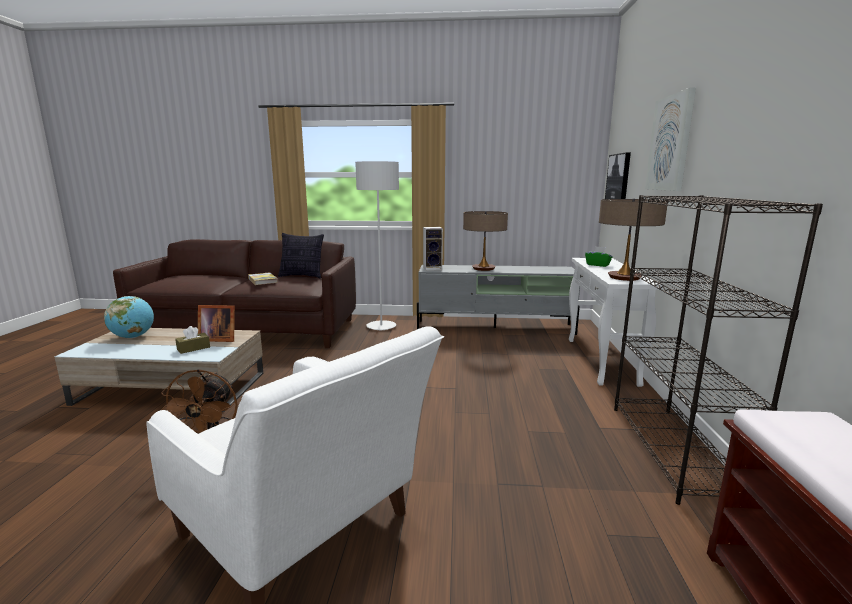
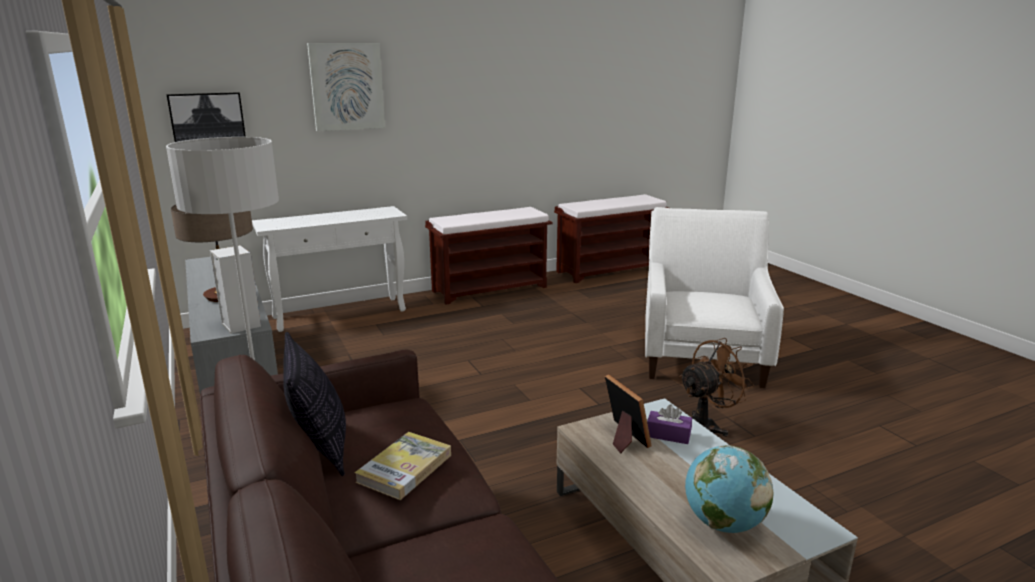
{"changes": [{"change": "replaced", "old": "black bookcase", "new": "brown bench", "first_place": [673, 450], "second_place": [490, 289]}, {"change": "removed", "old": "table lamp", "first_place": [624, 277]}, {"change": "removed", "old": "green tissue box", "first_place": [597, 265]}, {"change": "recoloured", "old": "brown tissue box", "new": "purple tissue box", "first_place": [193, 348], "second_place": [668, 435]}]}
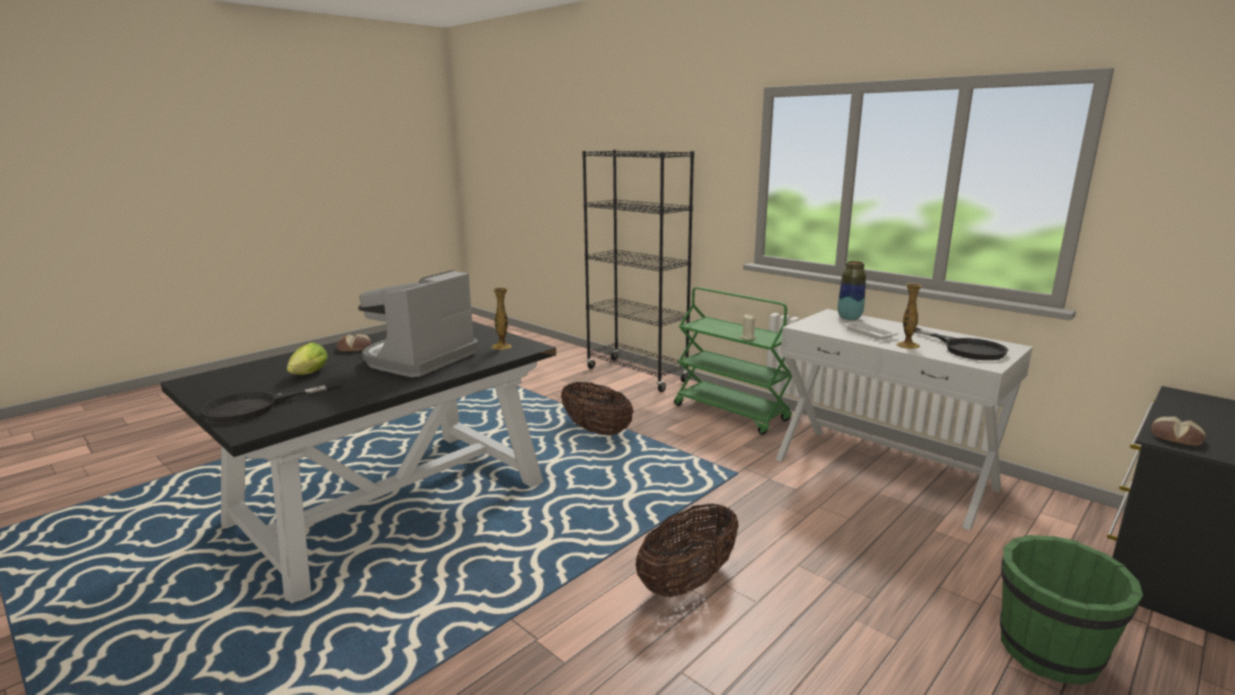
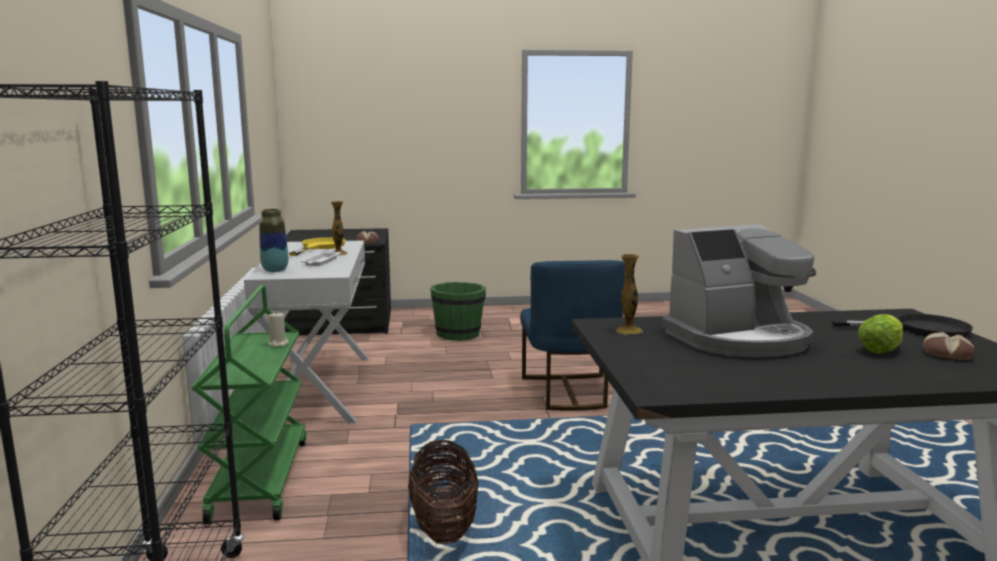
{"changes": [{"change": "recoloured", "old": "black frying pan", "new": "yellow frying pan", "first_place": [965, 348], "second_place": [319, 247]}, {"change": "moved", "old": "bread", "first_place": [355, 347], "second_place": [947, 354]}, {"change": "replaced", "old": "basket", "new": "blue chair", "first_place": [688, 581], "second_place": [568, 392]}]}
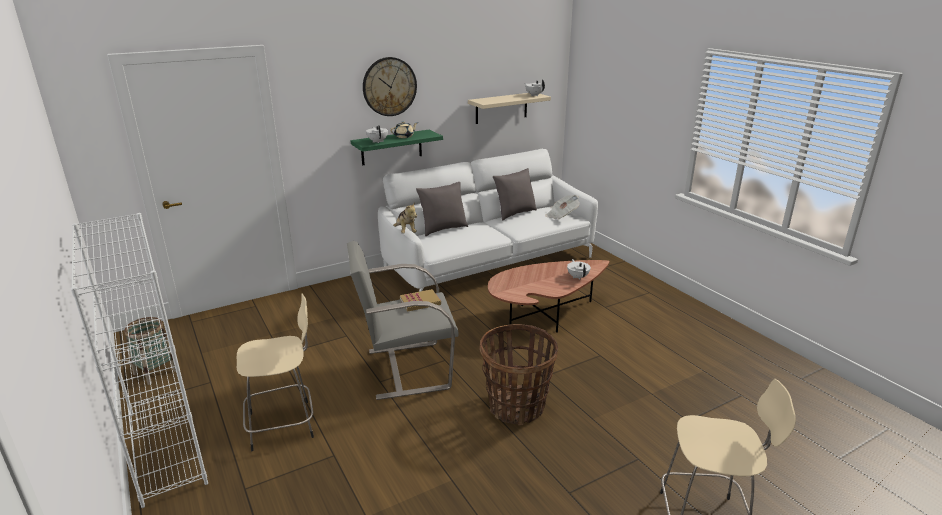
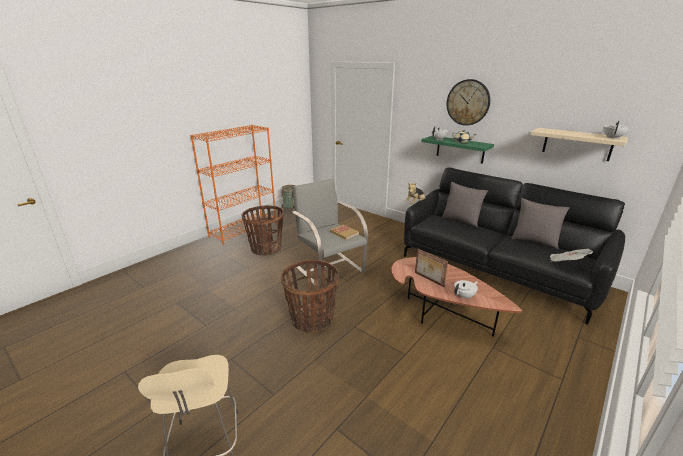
{"changes": [{"change": "recoloured", "old": "white sofa", "new": "black sofa", "first_place": [490, 263], "second_place": [496, 270]}, {"change": "recoloured", "old": "white bookcase", "new": "orange bookcase", "first_place": [165, 446], "second_place": [244, 229]}, {"change": "replaced", "old": "beige stool", "new": "basket", "first_place": [284, 424], "second_place": [266, 249]}, {"change": "added", "new": "picture frame", "second_place": [428, 279]}]}
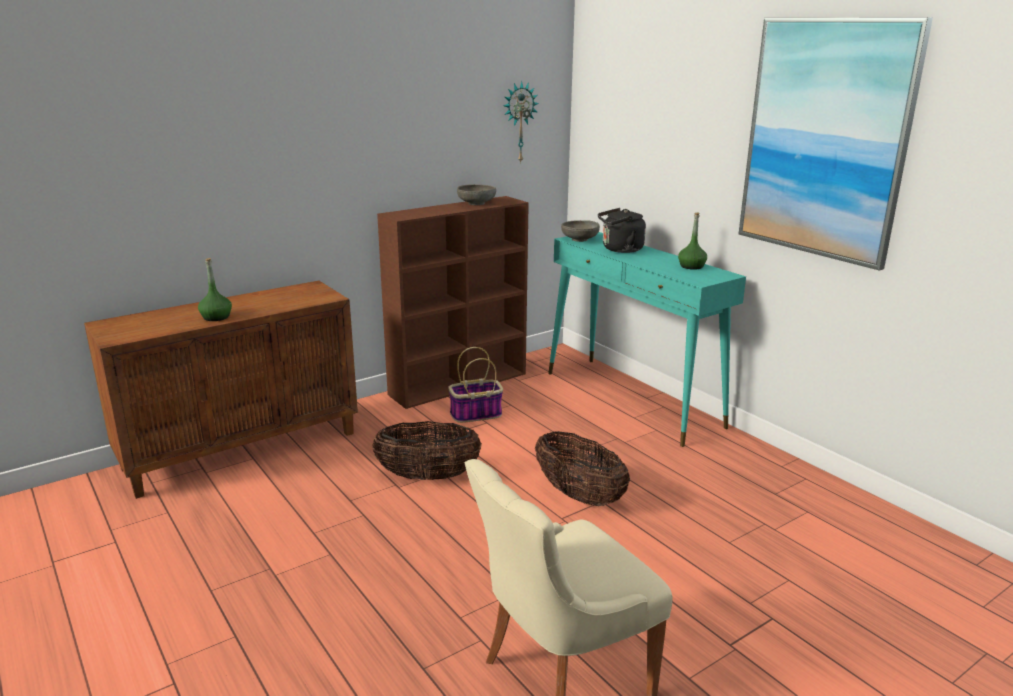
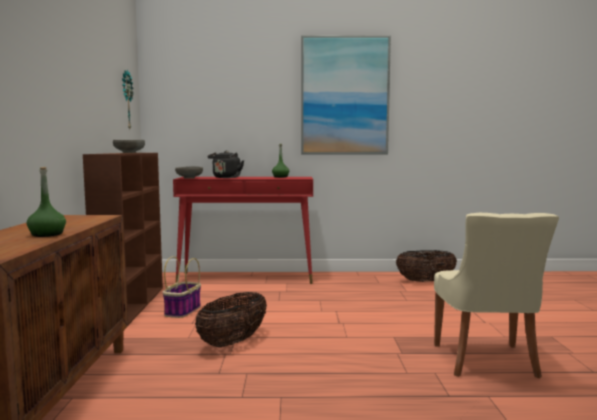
{"changes": [{"change": "recoloured", "old": "turquoise console table", "new": "red console table", "first_place": [632, 399], "second_place": [247, 278]}, {"change": "moved", "old": "basket", "first_place": [579, 495], "second_place": [425, 281]}]}
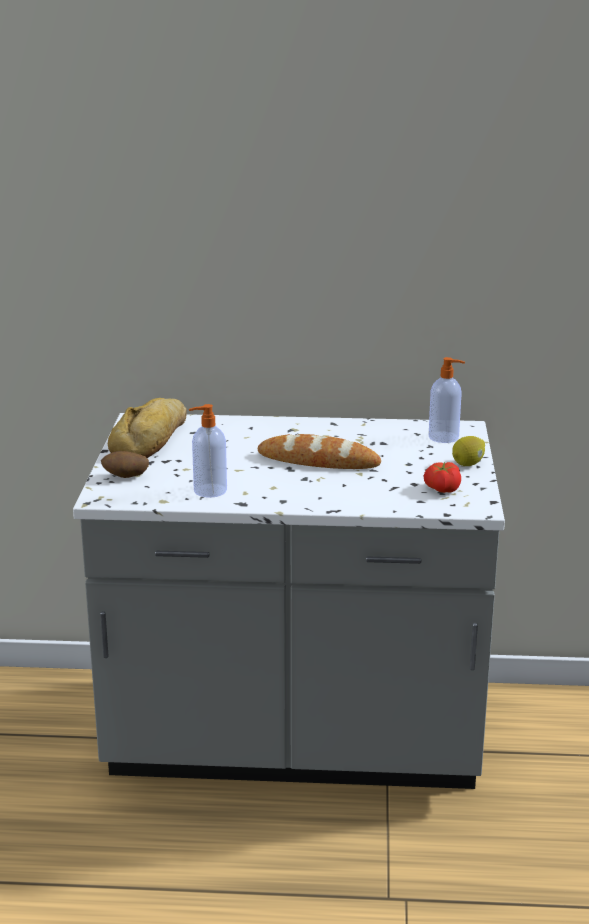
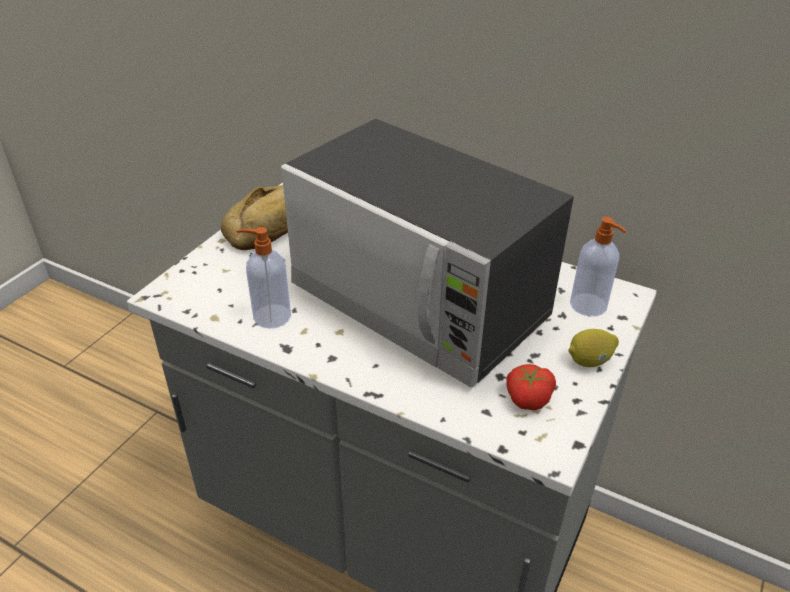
{"changes": [{"change": "replaced", "old": "bread", "new": "microwave", "first_place": [318, 460], "second_place": [420, 302]}, {"change": "removed", "old": "potato", "first_place": [125, 477]}]}
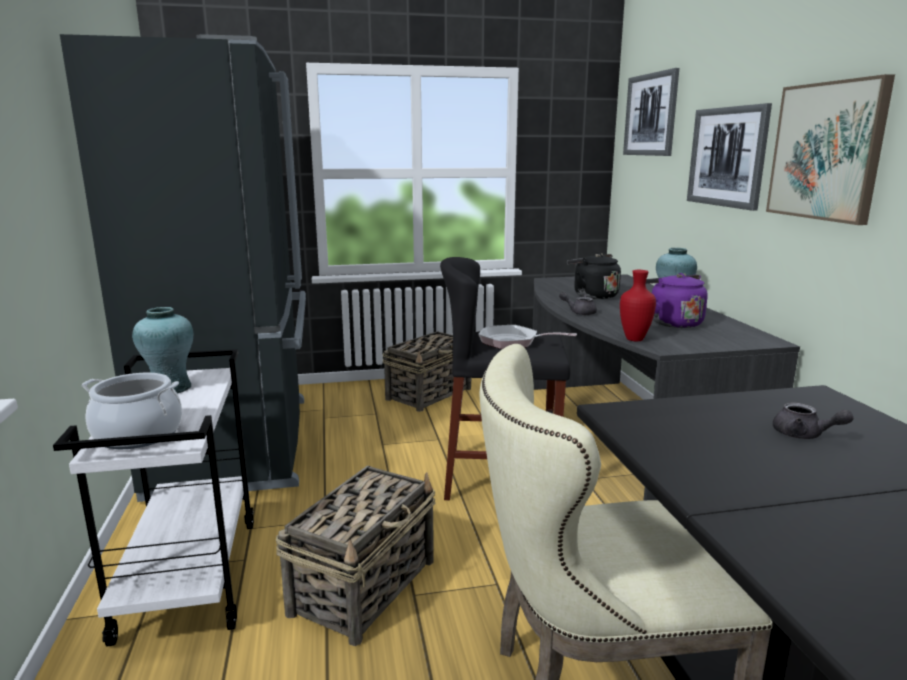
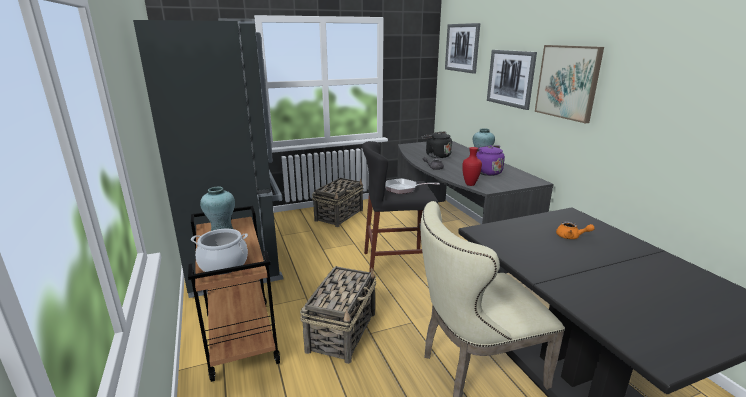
{"changes": [{"change": "recoloured", "old": "white cart", "new": "brown cart", "first_place": [189, 577], "second_place": [240, 338]}, {"change": "recoloured", "old": "grey teapot", "new": "orange teapot", "first_place": [804, 435], "second_place": [571, 237]}]}
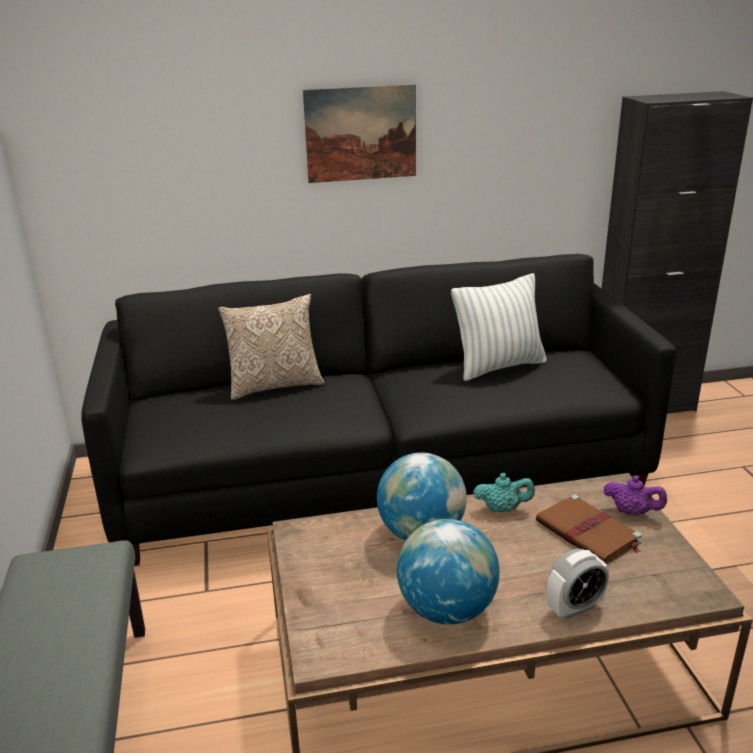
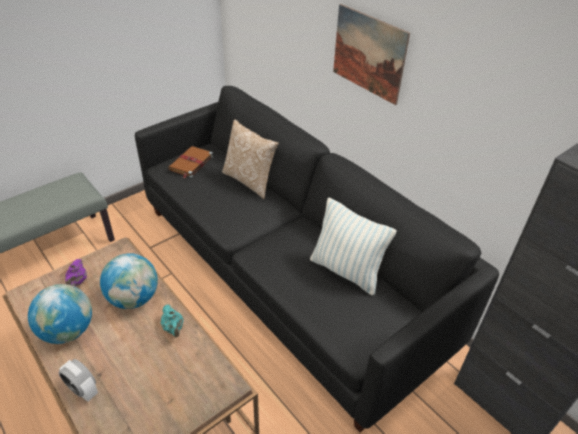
{"changes": [{"change": "moved", "old": "purple teapot", "first_place": [632, 512], "second_place": [78, 282]}, {"change": "moved", "old": "brown book", "first_place": [589, 533], "second_place": [190, 163]}]}
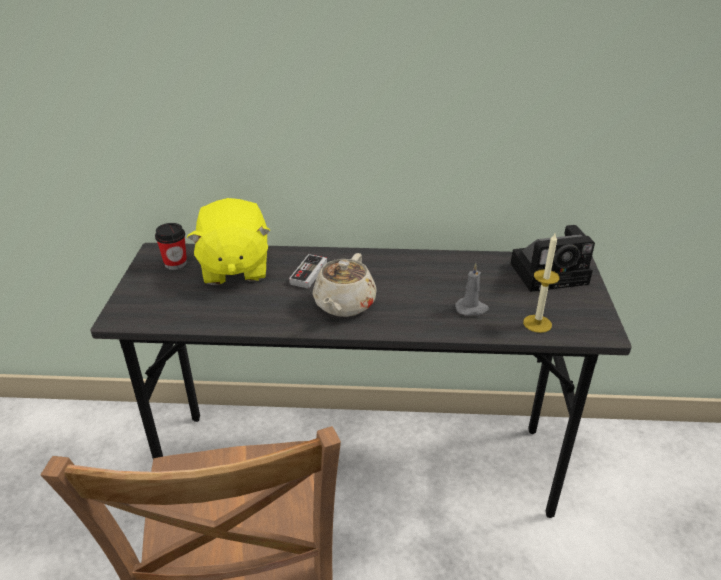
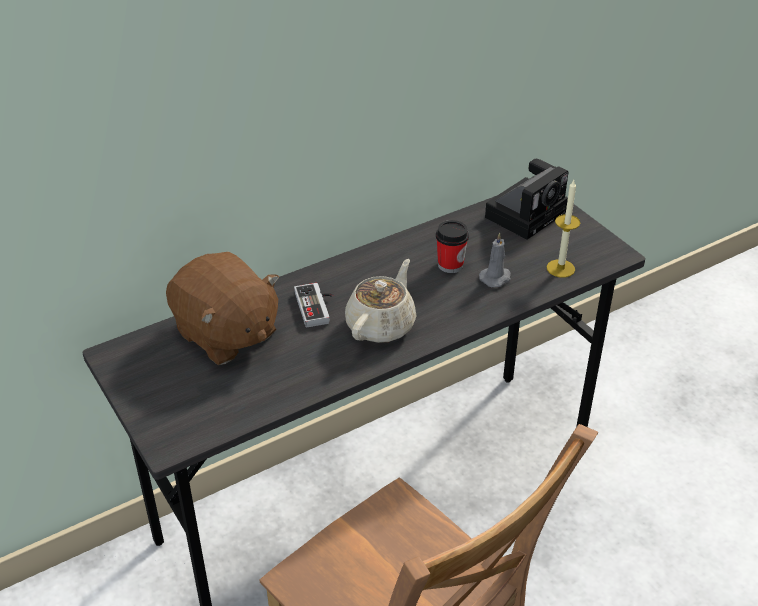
{"changes": [{"change": "recoloured", "old": "yellow plush toy", "new": "brown plush toy", "first_place": [234, 267], "second_place": [226, 335]}, {"change": "moved", "old": "cup", "first_place": [175, 263], "second_place": [450, 265]}, {"change": "turned", "old": "beige teapot", "first_place": [344, 305], "second_place": [381, 325], "degrees": -135}]}
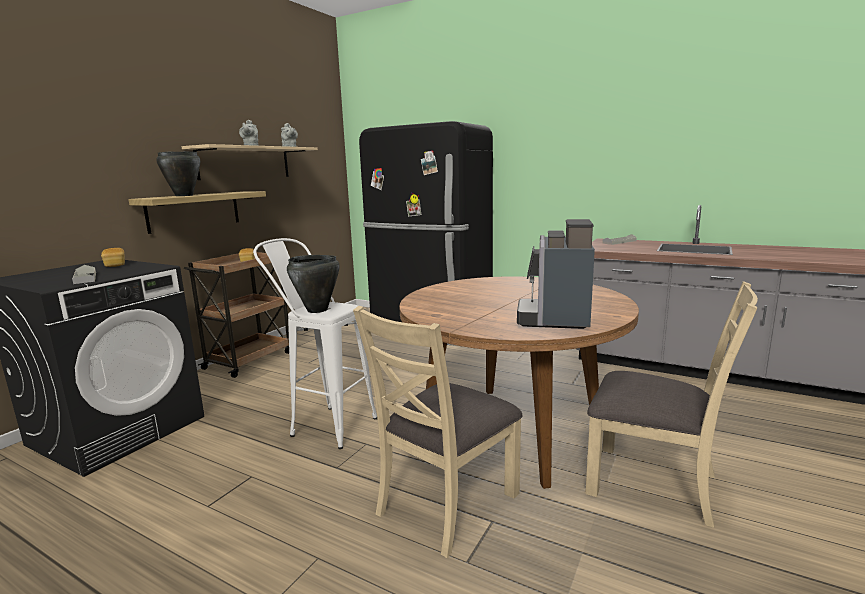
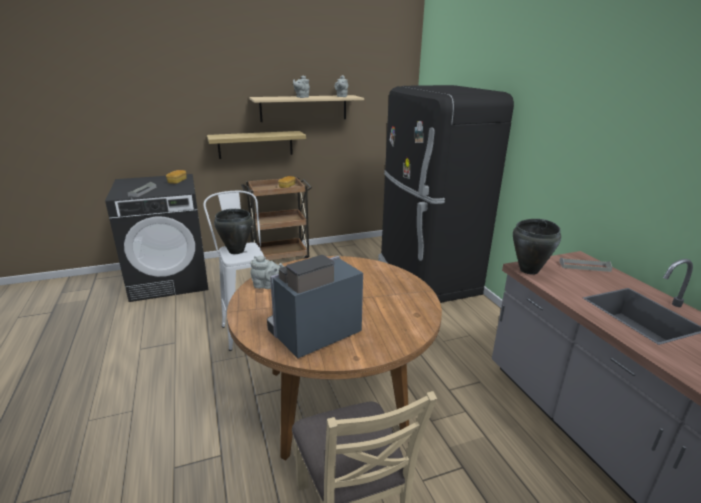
{"changes": [{"change": "moved", "old": "black cooking pot", "first_place": [184, 195], "second_place": [529, 270]}, {"change": "removed", "old": "beige chair", "first_place": [446, 503]}, {"change": "added", "new": "grey teapot", "second_place": [266, 285]}]}
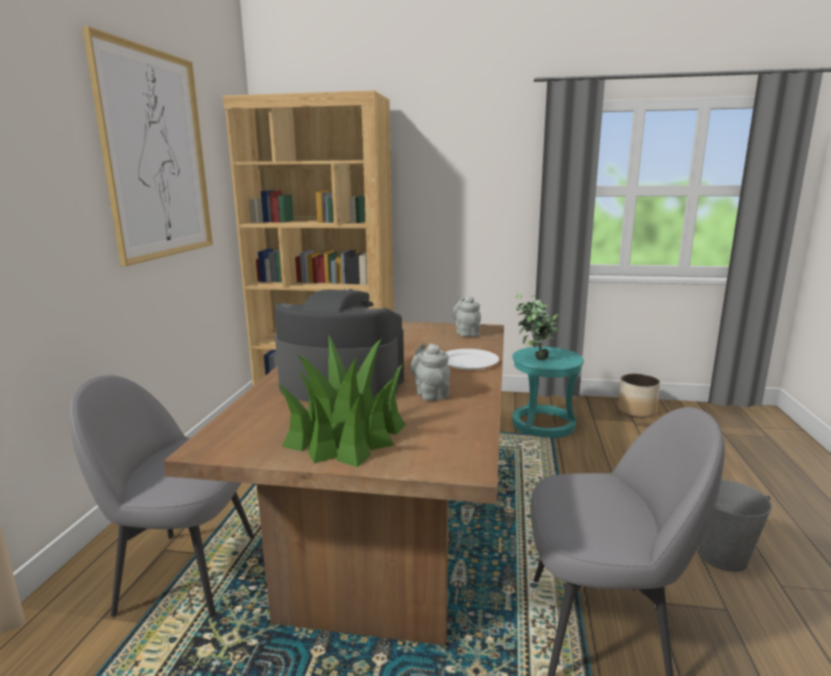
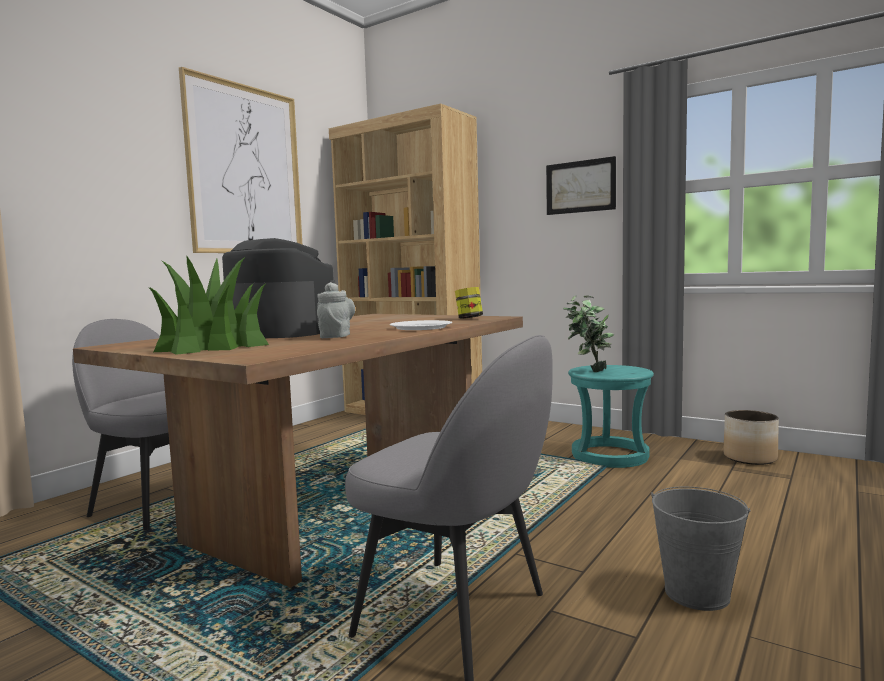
{"changes": [{"change": "replaced", "old": "grey teapot", "new": "jar", "first_place": [466, 333], "second_place": [469, 318]}, {"change": "added", "new": "picture", "second_place": [580, 186]}]}
